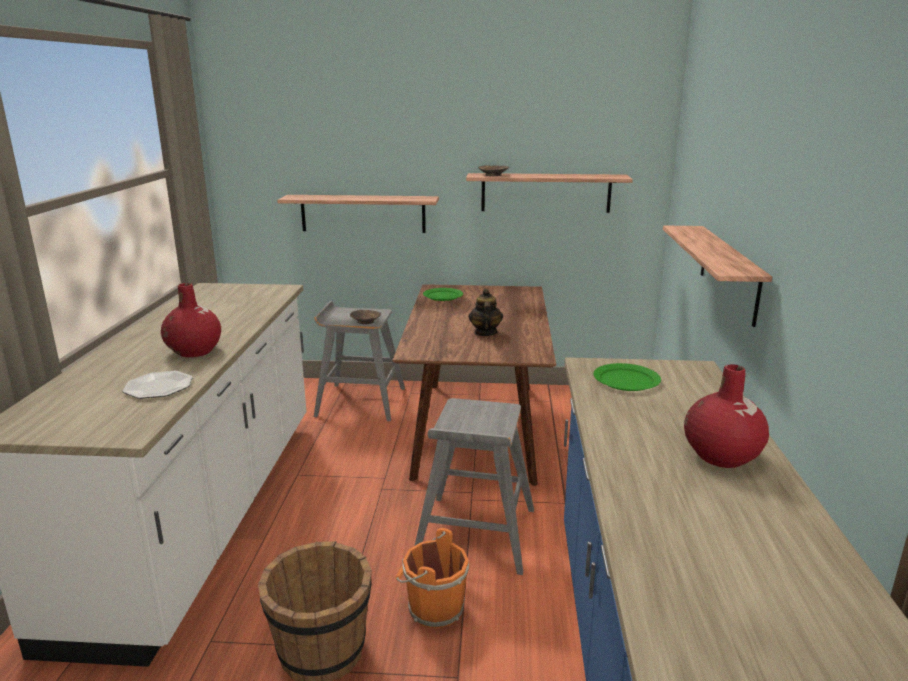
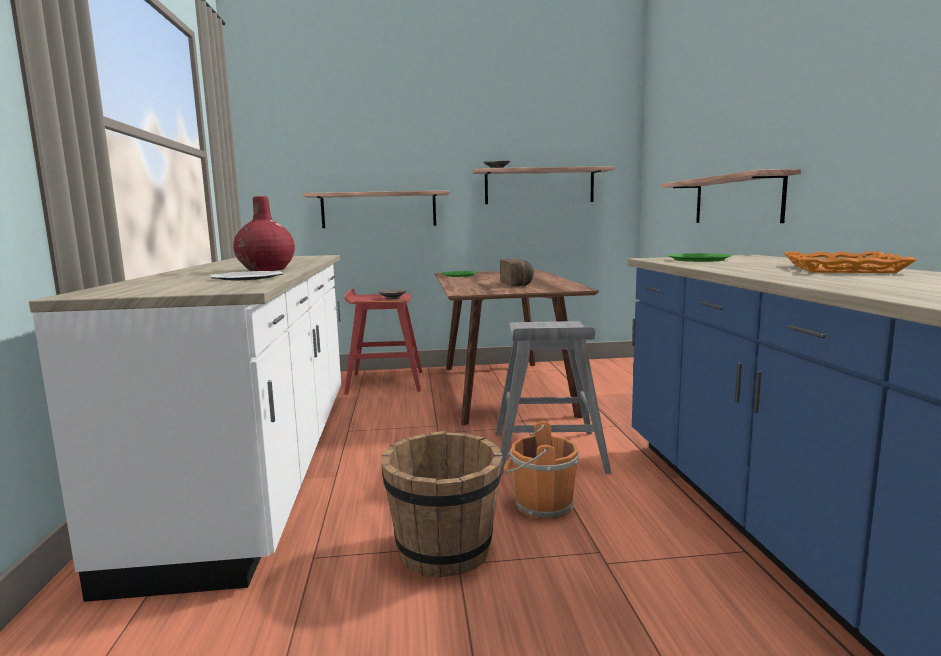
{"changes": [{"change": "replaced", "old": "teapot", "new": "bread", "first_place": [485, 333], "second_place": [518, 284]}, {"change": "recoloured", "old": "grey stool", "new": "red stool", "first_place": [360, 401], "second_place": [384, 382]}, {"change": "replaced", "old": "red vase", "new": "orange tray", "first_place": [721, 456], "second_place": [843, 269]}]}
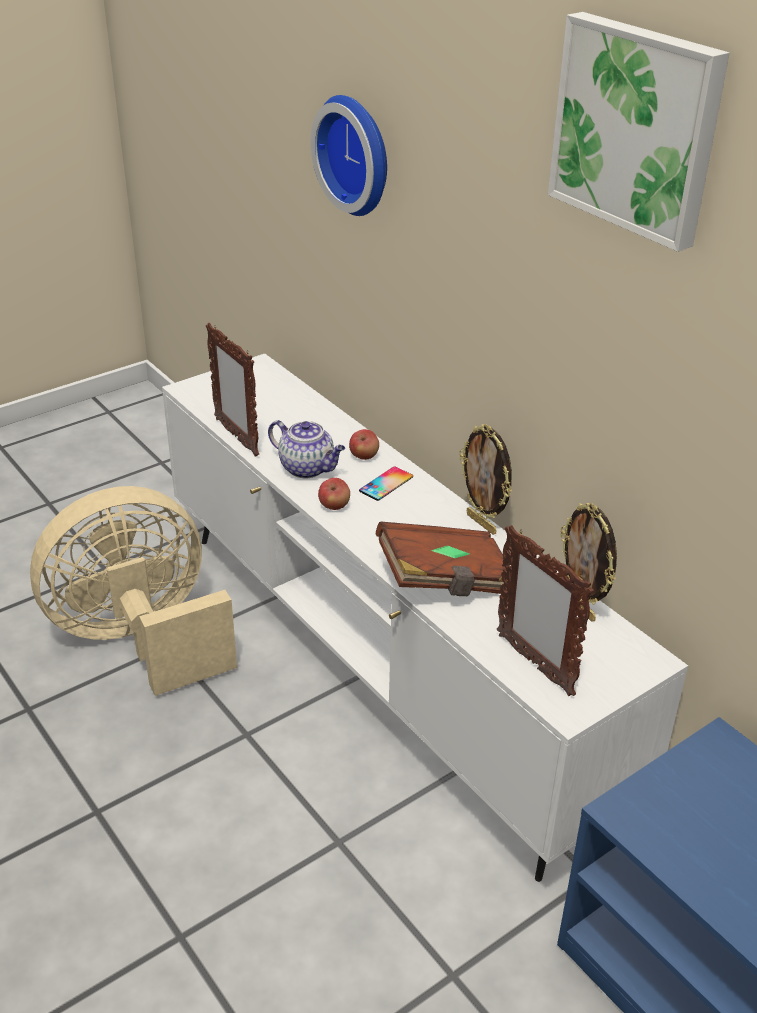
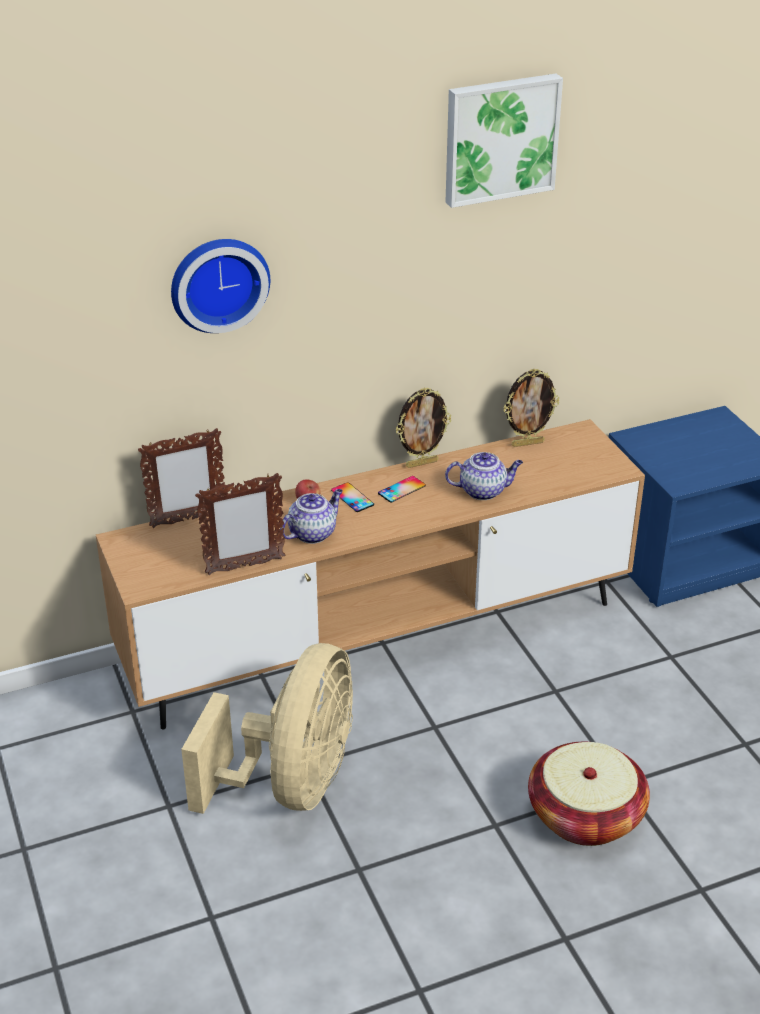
{"changes": [{"change": "recoloured", "old": "white tv stand", "new": "brown tv stand", "first_place": [378, 664], "second_place": [378, 640]}, {"change": "removed", "old": "apple", "first_place": [334, 506]}, {"change": "turned", "old": "beige fan", "first_place": [141, 640], "second_place": [292, 784], "degrees": -150}, {"change": "replaced", "old": "brown book", "new": "teapot", "first_place": [446, 581], "second_place": [483, 491]}, {"change": "moved", "old": "picture frame", "first_place": [534, 664], "second_place": [187, 520]}, {"change": "added", "new": "phone", "second_place": [401, 489]}, {"change": "added", "new": "basket", "second_place": [585, 815]}]}
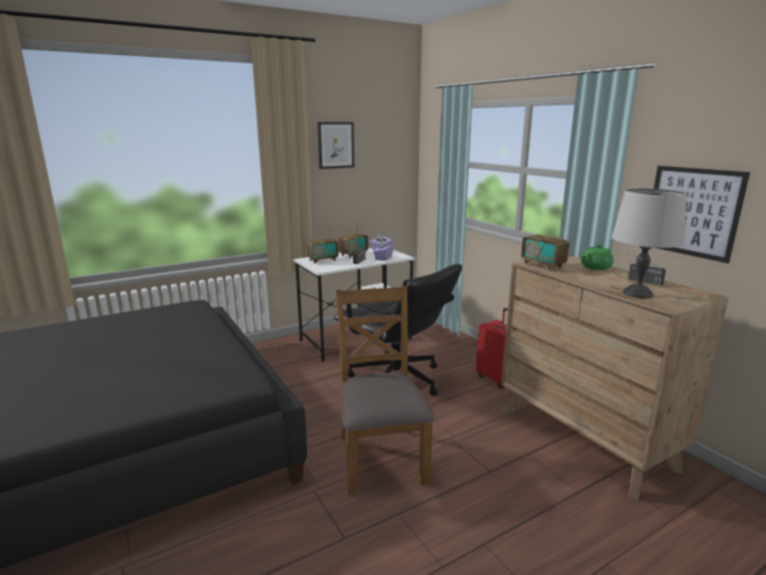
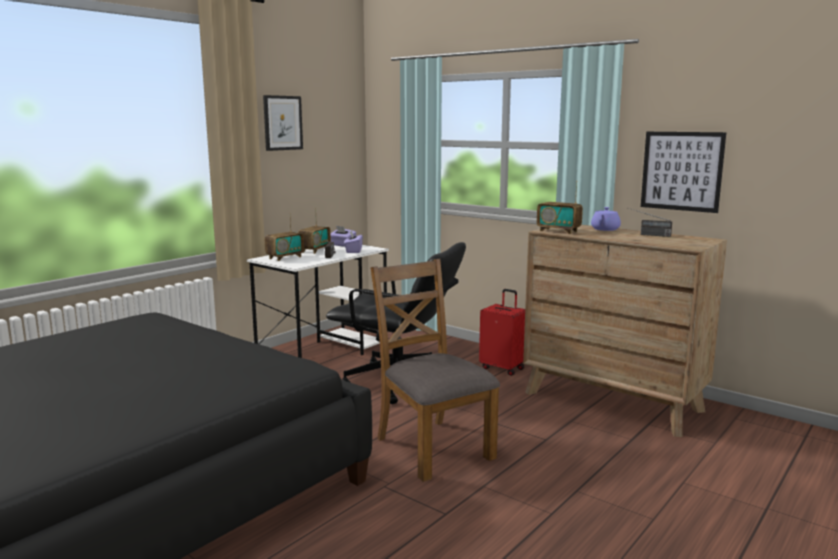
{"changes": [{"change": "removed", "old": "grey table lamp", "first_place": [637, 294]}, {"change": "recoloured", "old": "green teapot", "new": "purple teapot", "first_place": [595, 267], "second_place": [605, 229]}]}
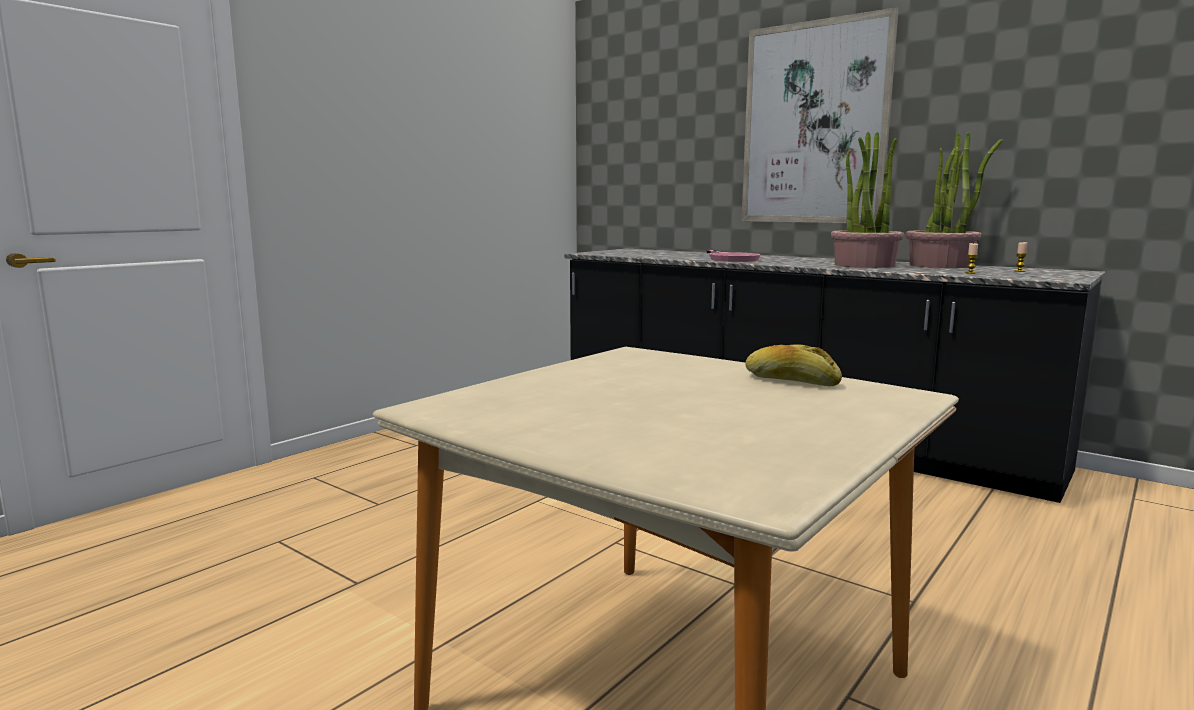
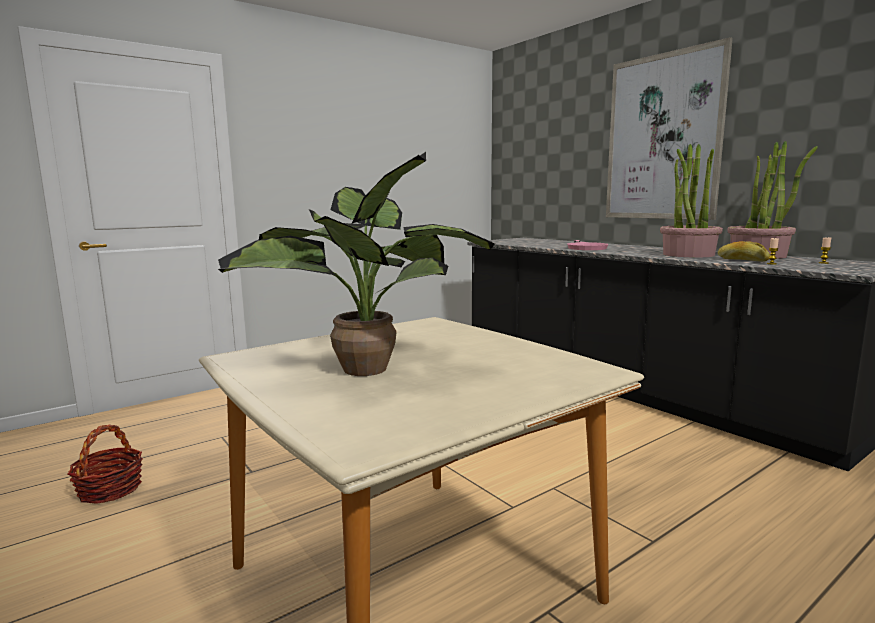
{"changes": [{"change": "moved", "old": "bread", "first_place": [791, 381], "second_place": [742, 260]}, {"change": "added", "new": "potted plant", "second_place": [364, 366]}, {"change": "added", "new": "basket", "second_place": [110, 489]}]}
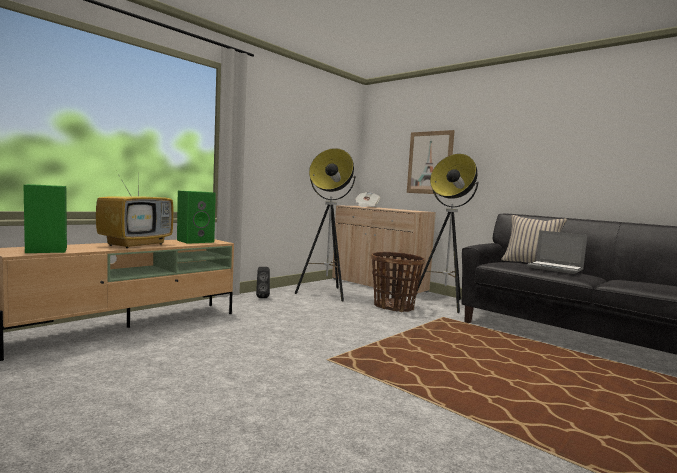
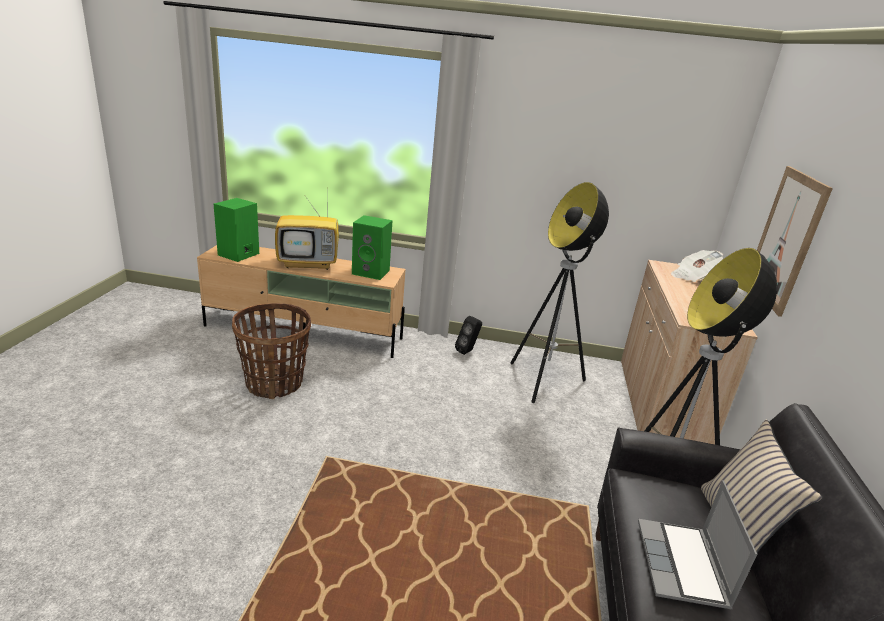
{"changes": [{"change": "moved", "old": "basket", "first_place": [394, 307], "second_place": [274, 383]}]}
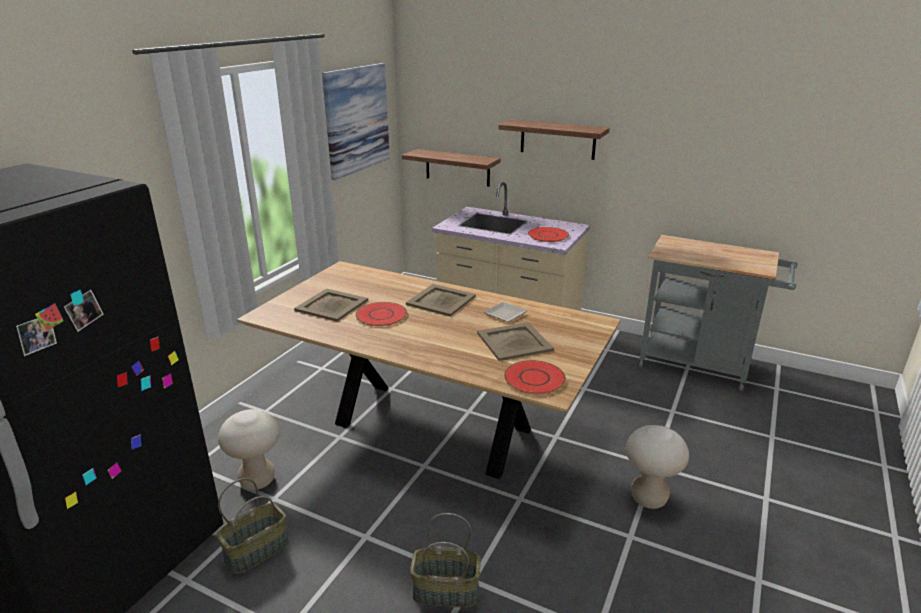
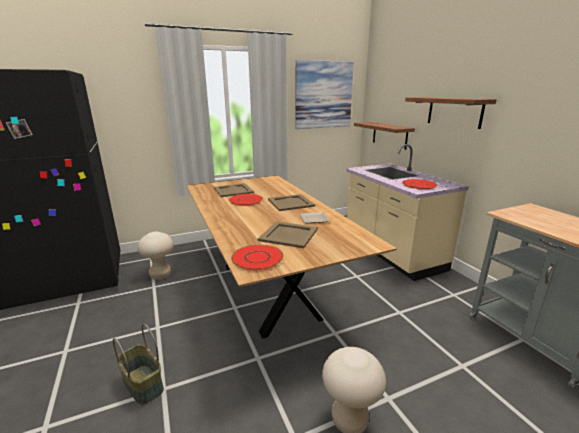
{"changes": [{"change": "removed", "old": "basket", "first_place": [257, 550]}]}
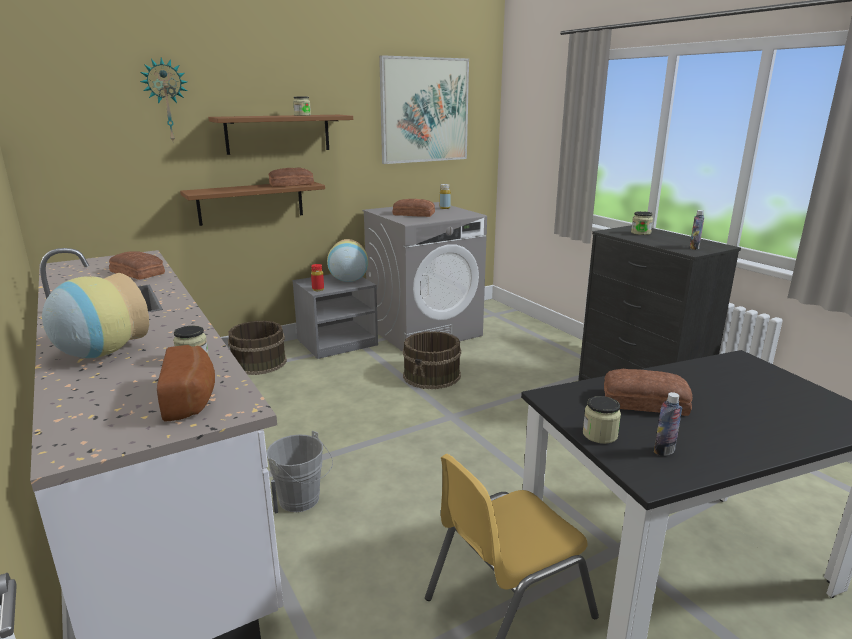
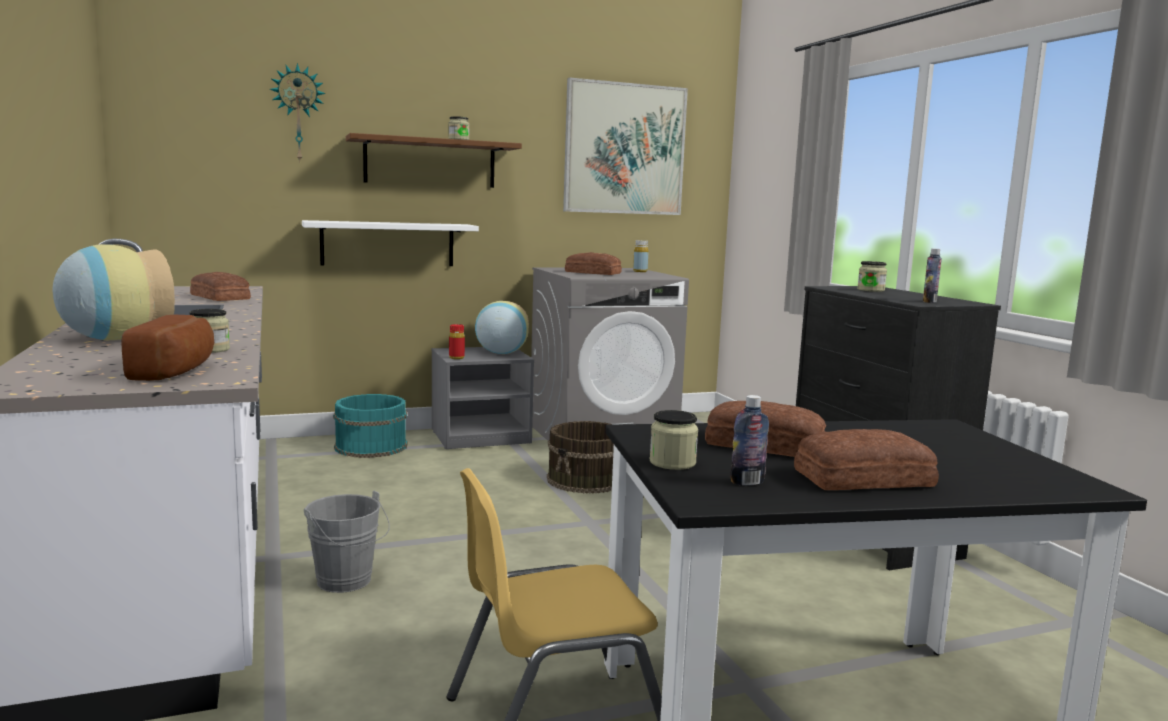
{"changes": [{"change": "moved", "old": "bread", "first_place": [291, 184], "second_place": [860, 478]}, {"change": "recoloured", "old": "brown shelf", "new": "white shelf", "first_place": [251, 202], "second_place": [388, 244]}, {"change": "recoloured", "old": "brown bucket", "new": "turquoise bucket", "first_place": [258, 362], "second_place": [370, 446]}]}
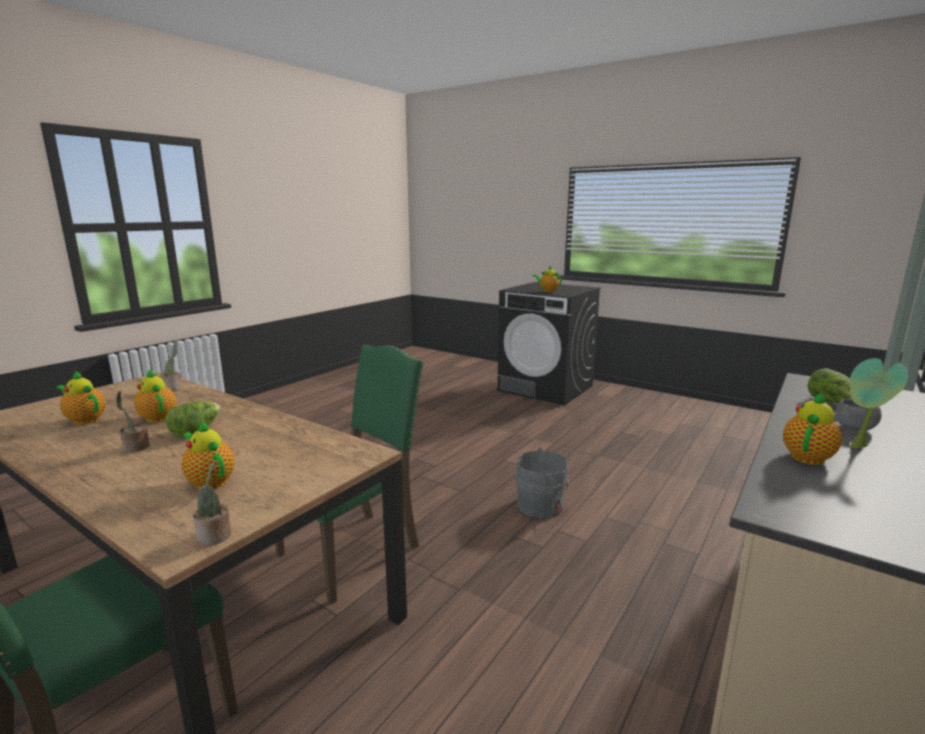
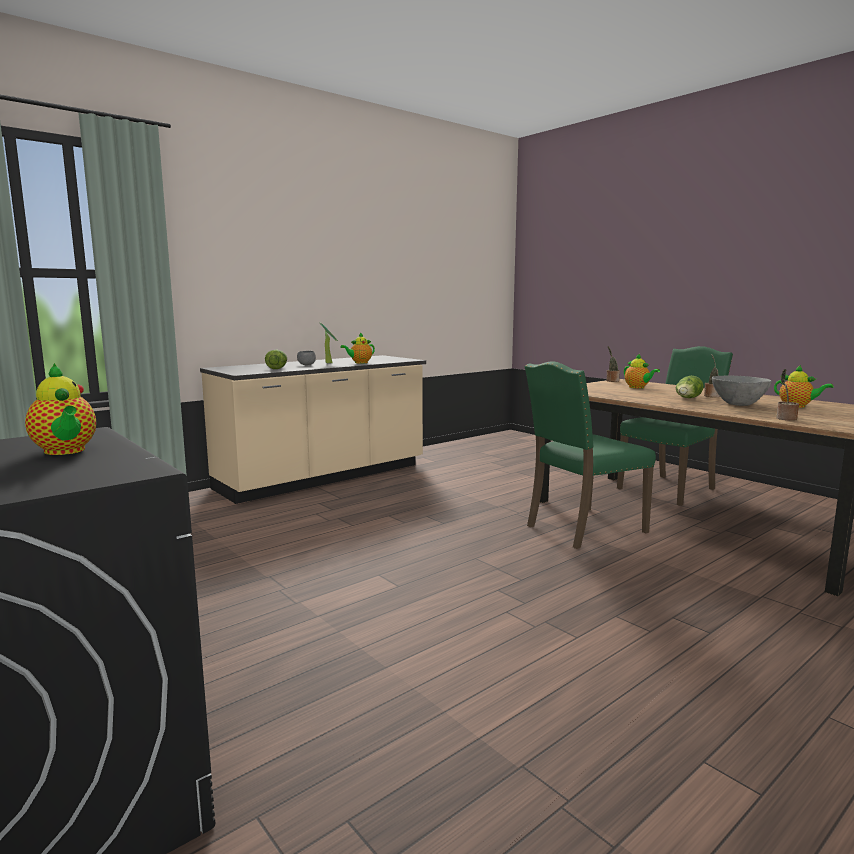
{"changes": [{"change": "replaced", "old": "teapot", "new": "grey bowl", "first_place": [157, 417], "second_place": [738, 405]}, {"change": "removed", "old": "grey bucket", "first_place": [542, 506]}]}
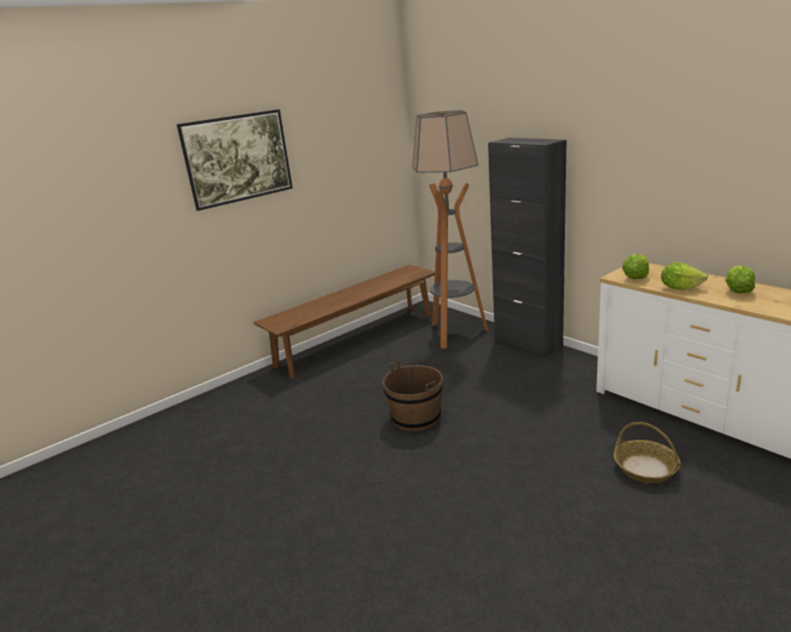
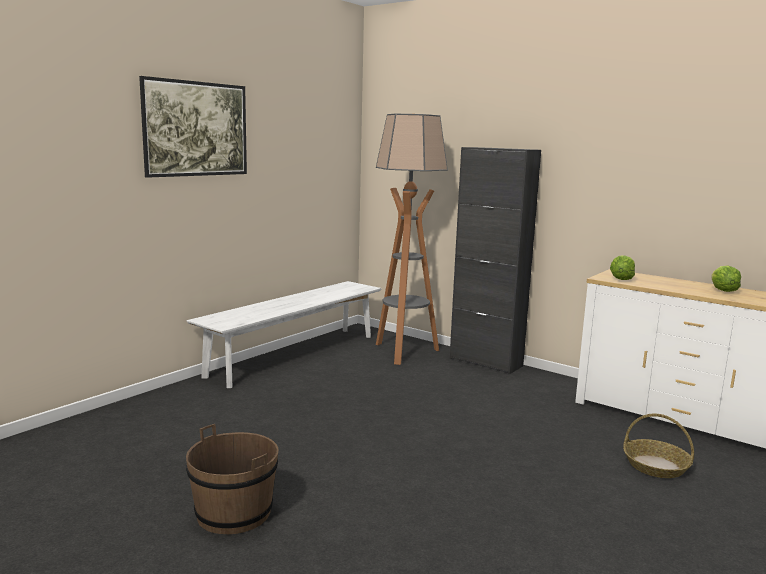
{"changes": [{"change": "removed", "old": "lettuce", "first_place": [680, 288]}, {"change": "recoloured", "old": "brown bench", "new": "white bench", "first_place": [357, 340], "second_place": [294, 355]}, {"change": "moved", "old": "brown bucket", "first_place": [416, 418], "second_place": [234, 513]}]}
